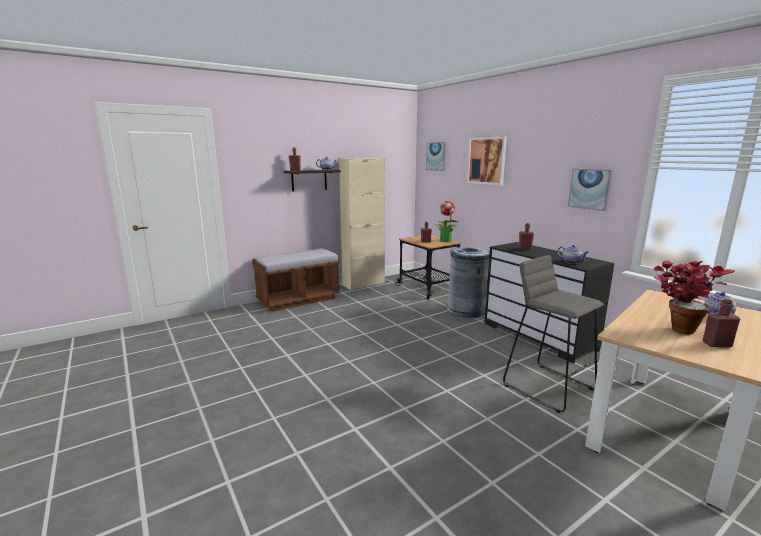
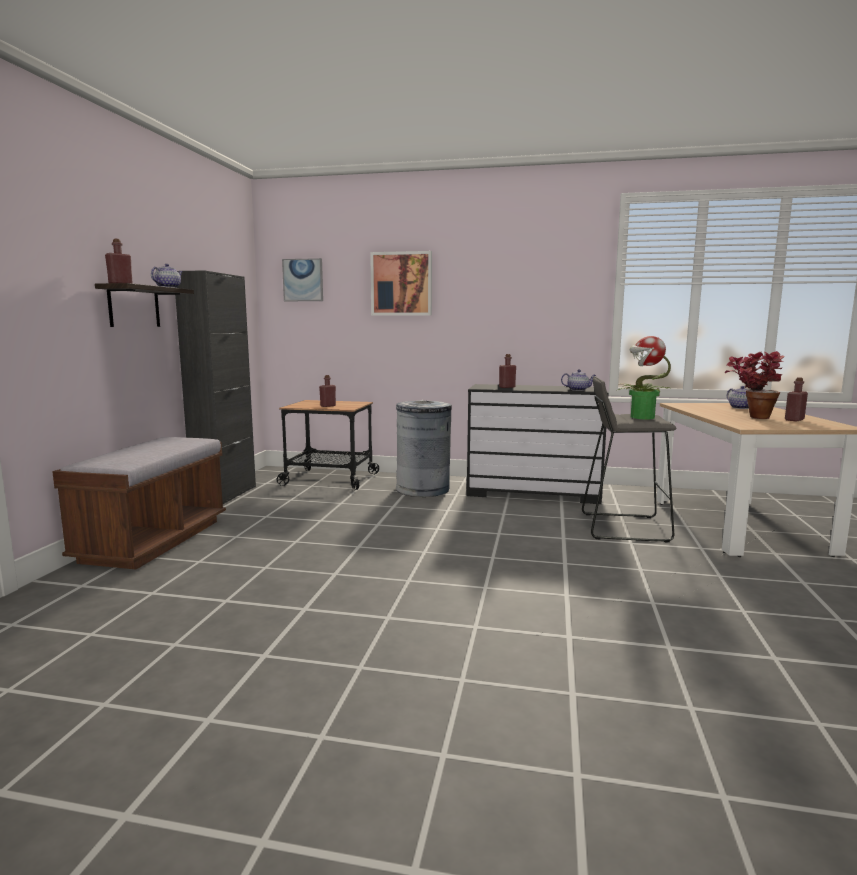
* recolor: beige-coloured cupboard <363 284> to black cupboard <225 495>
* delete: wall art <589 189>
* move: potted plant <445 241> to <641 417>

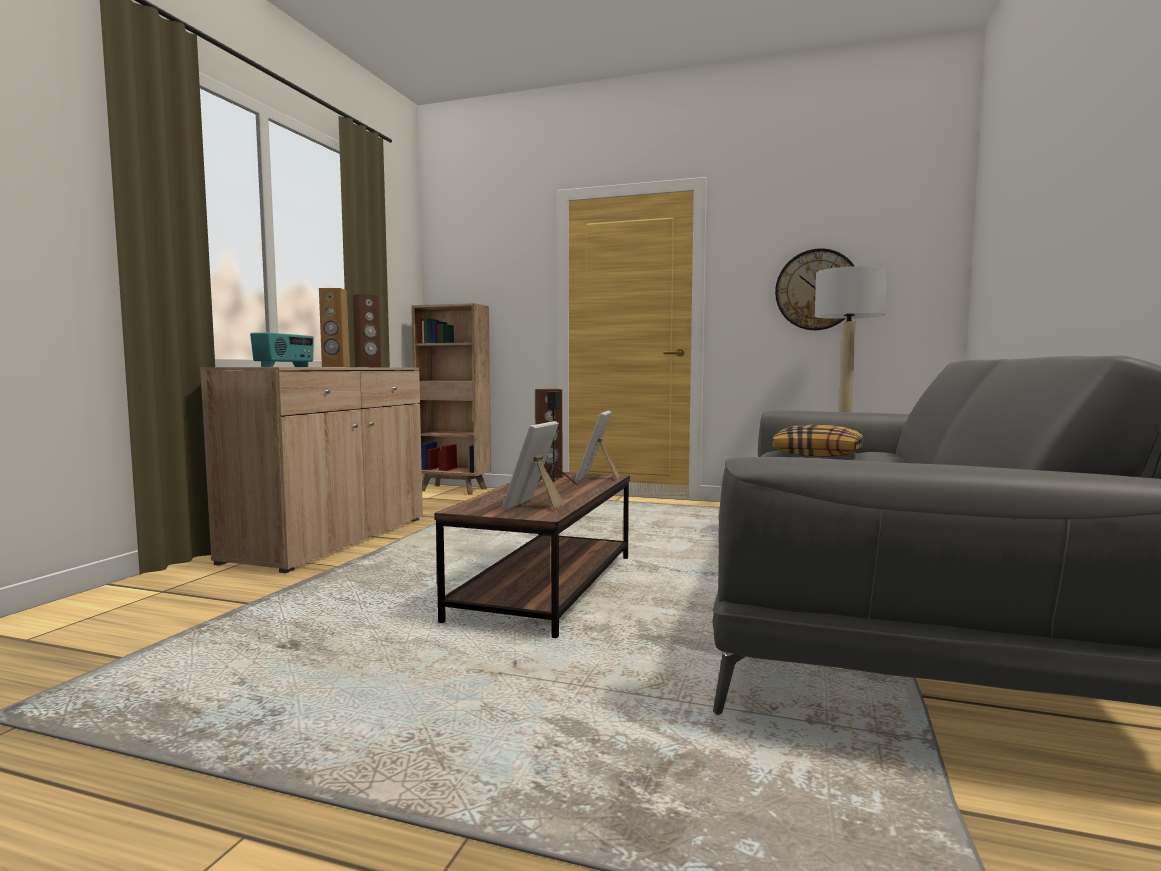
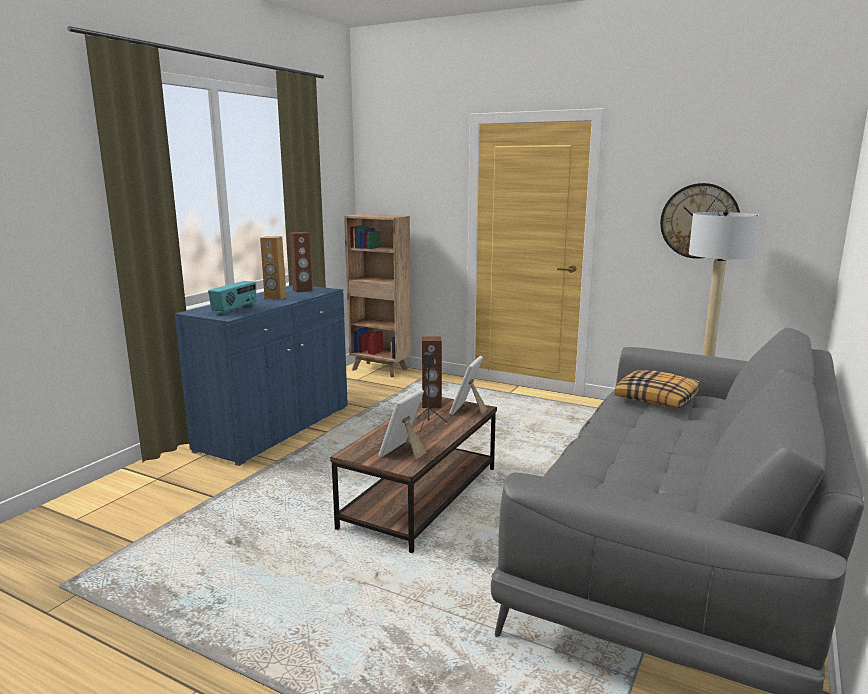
* recolor: beige-coloured cupboard <331 539> to blue cupboard <275 428>

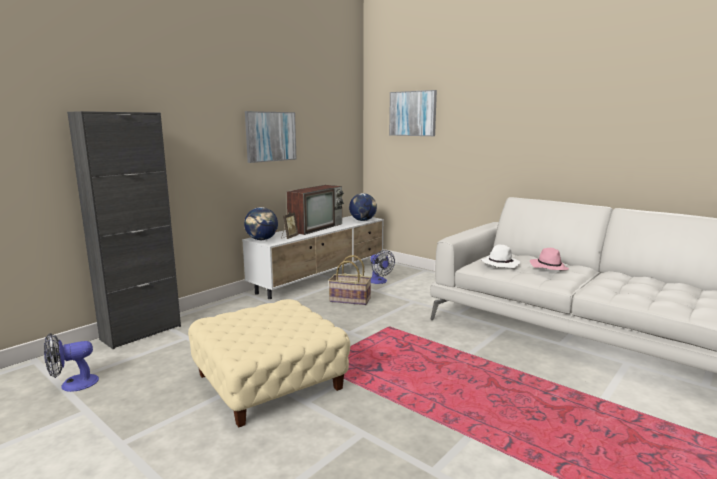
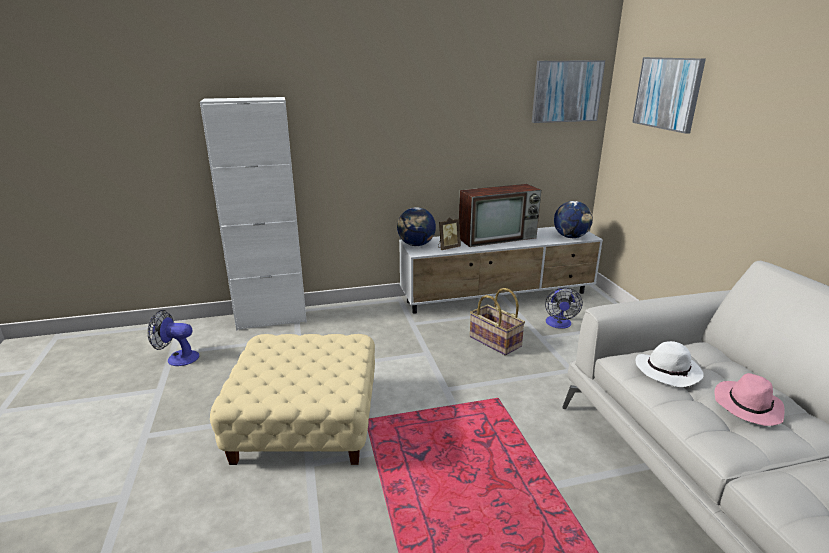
* recolor: black cupboard <141 333> to white-coloured cupboard <272 319>
* move: wall art <270 136> to <566 91>

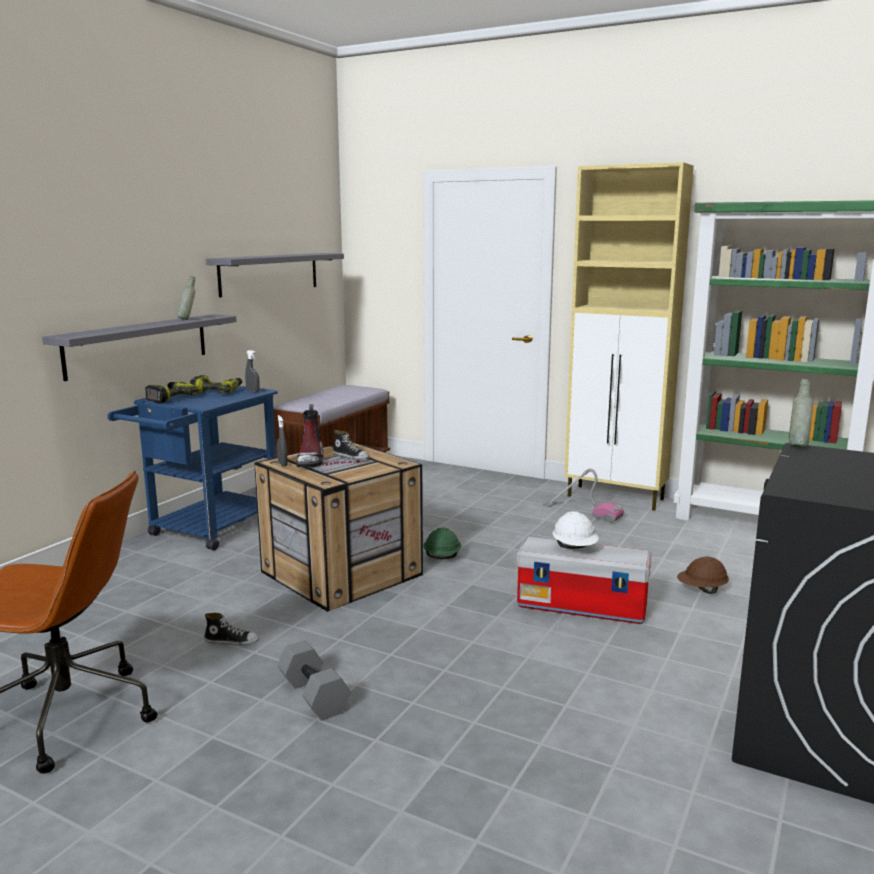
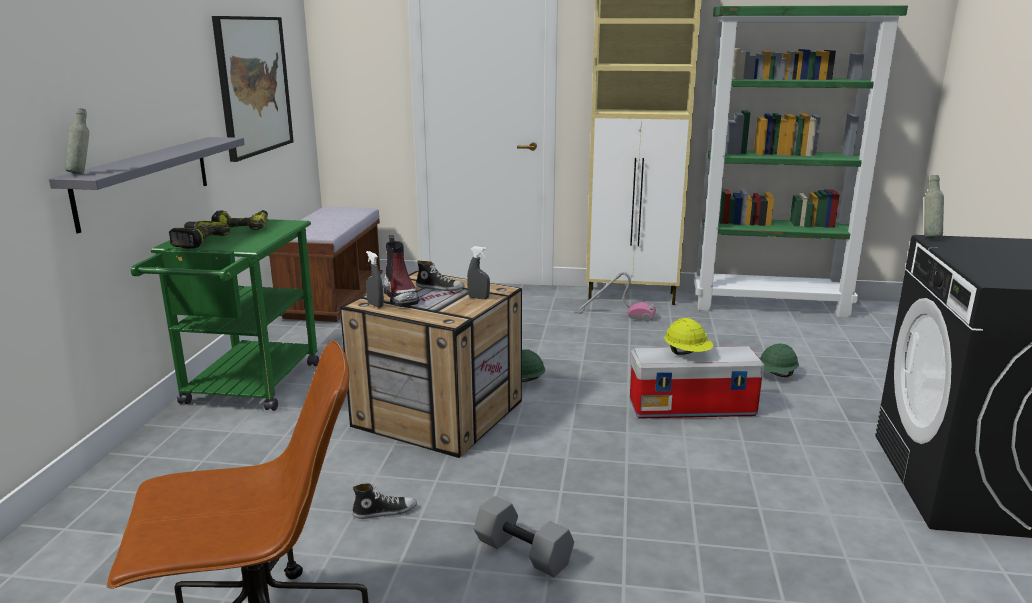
* replace: gray shelf <270 273> to wall art <253 85>
* move: gray drink bottle <188 319> to <82 173>
* move: gray sprayer <253 391> to <478 298>
* recolor: blue cart <207 531> to green-coloured cart <247 389>
* recolor: white-coloured safety helmet <575 548> to yellow safety helmet <687 354>
* recolor: brown safety helmet <701 590> to green-coloured safety helmet <775 375>

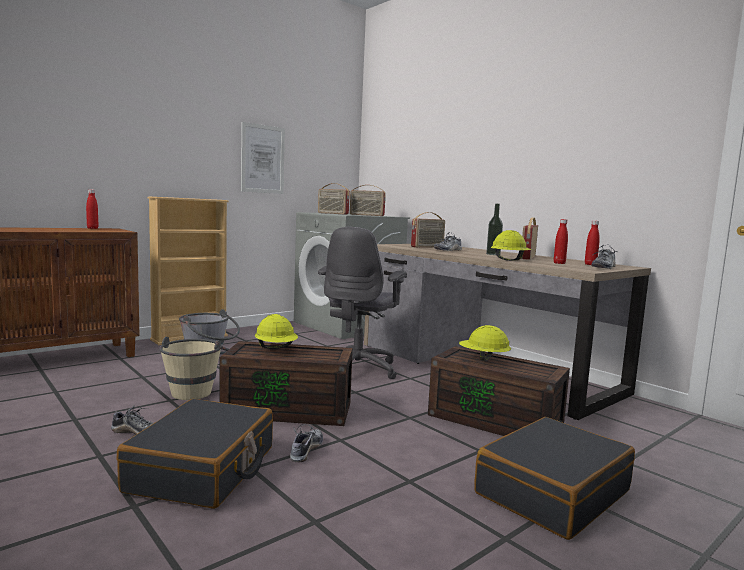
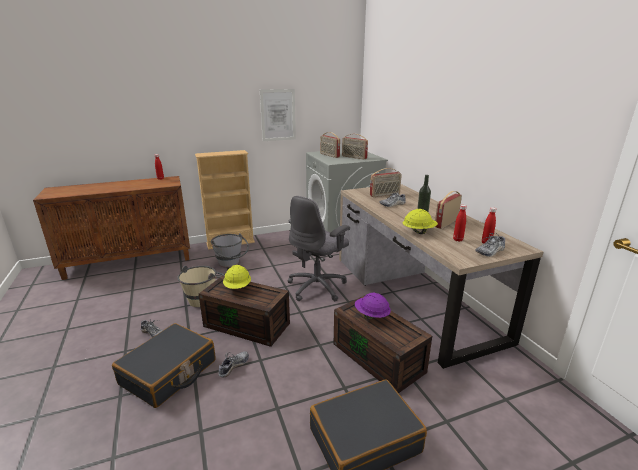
* recolor: yellow safety helmet <483 359> to purple-coloured safety helmet <371 315>

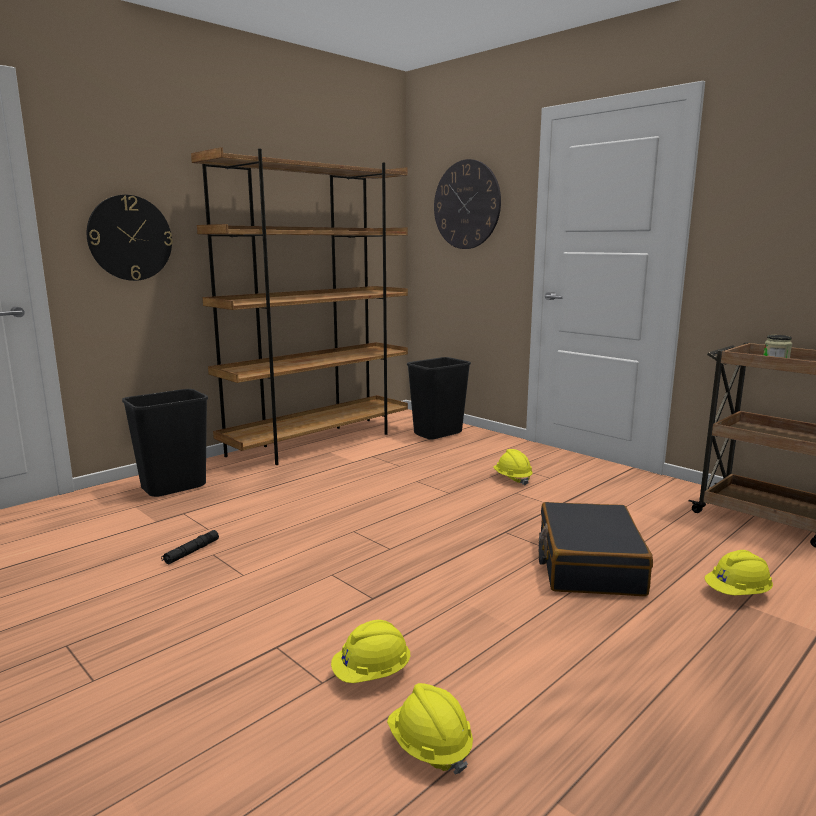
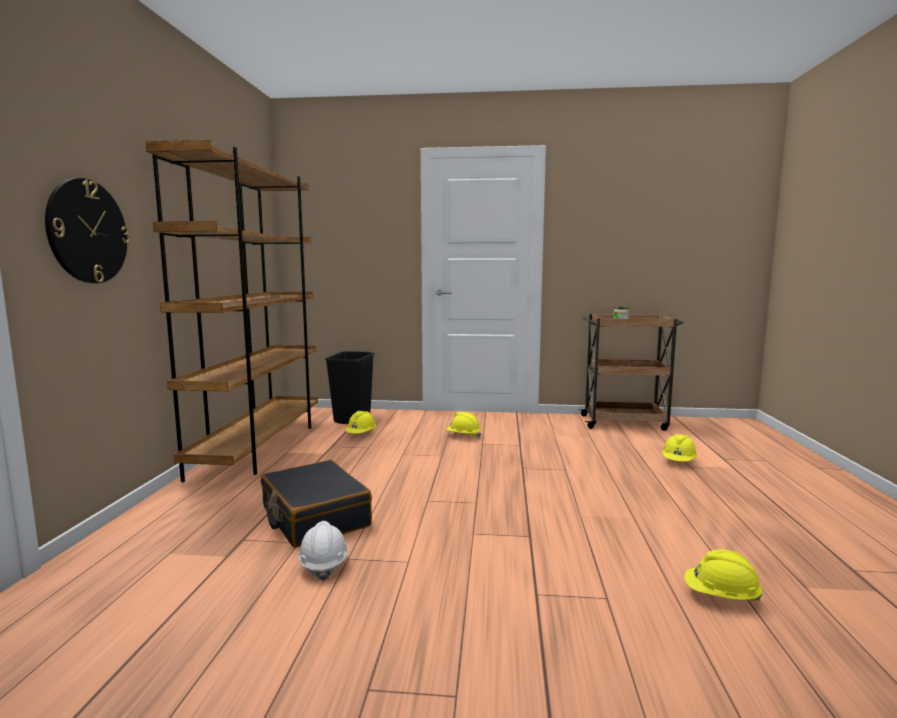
* delete: wall clock <466 205>
* delete: black rubbish bin <174 487>
* move: black travel case <588 564> to <314 517>
* replace: black flashlight <191 552> to white-coloured safety helmet <323 565>
* move: yellow safety helmet <371 674> to <361 434>

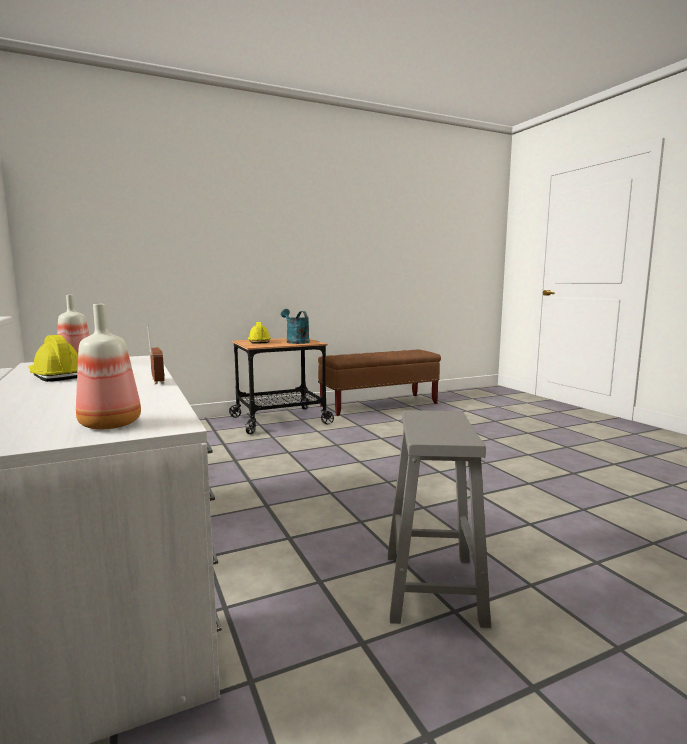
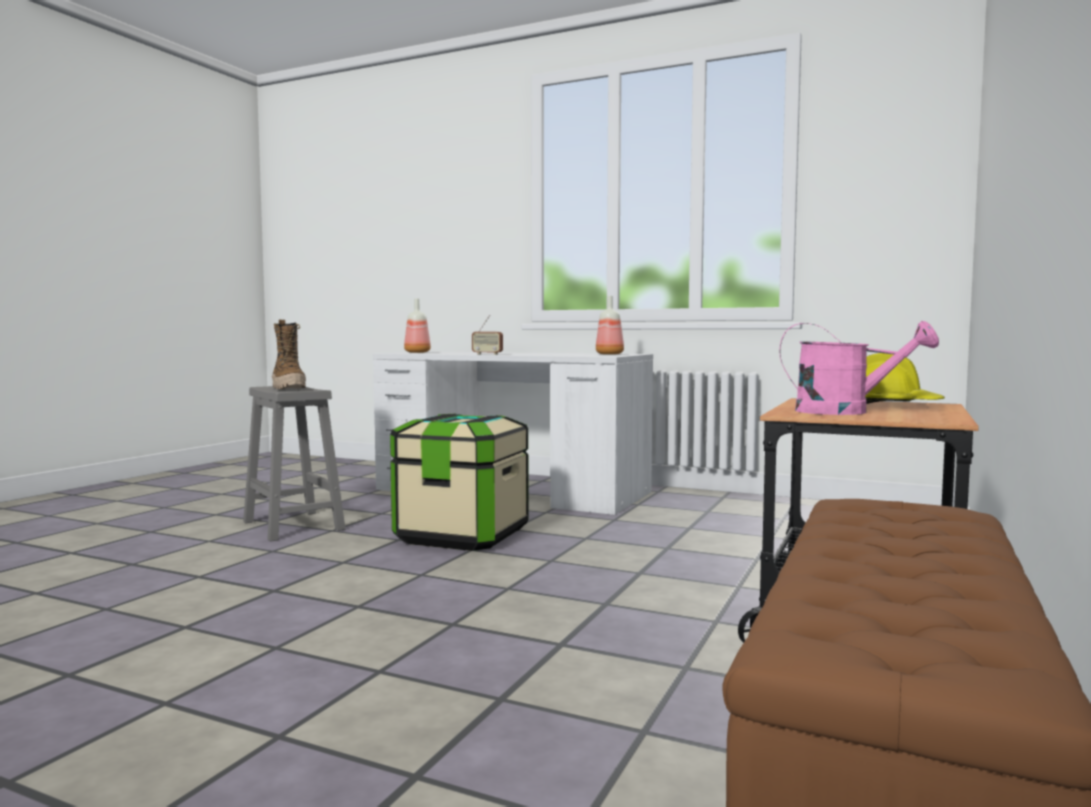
* recolor: blue-green sprinkling can <295 341> to pink sprinkling can <845 412>
* delete: yellow safety helmet <56 376>
* insert: boot <288 388>
* insert: storage container <462 535>

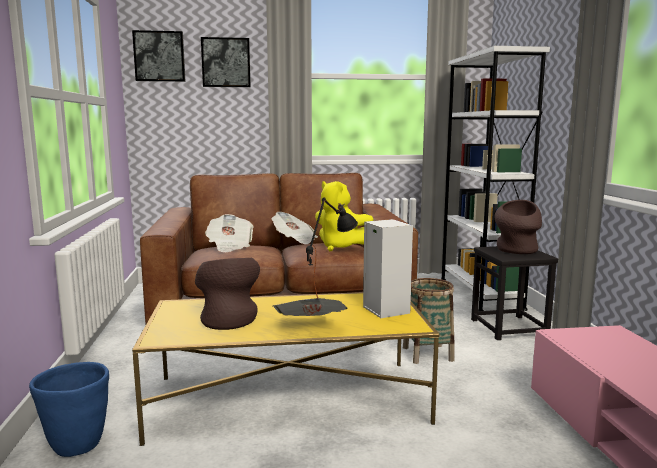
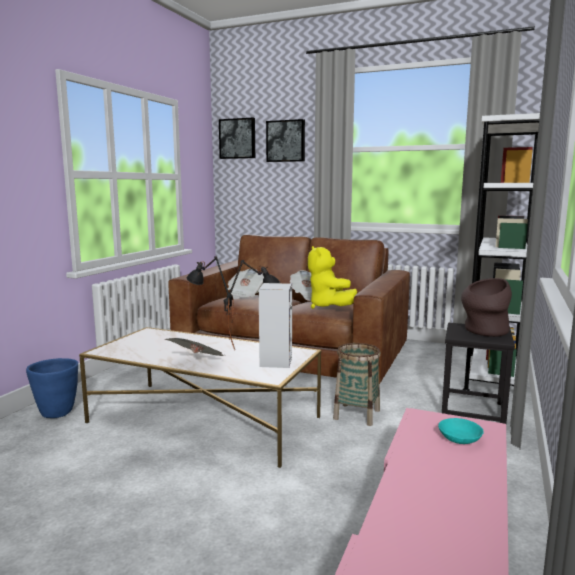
* delete: brown vase <228 319>
* recolor: yellow coffee table <289 399> to white-coloured coffee table <204 419>
* insert: black table lamp <211 338>
* insert: blue-green serving bowl <458 438>

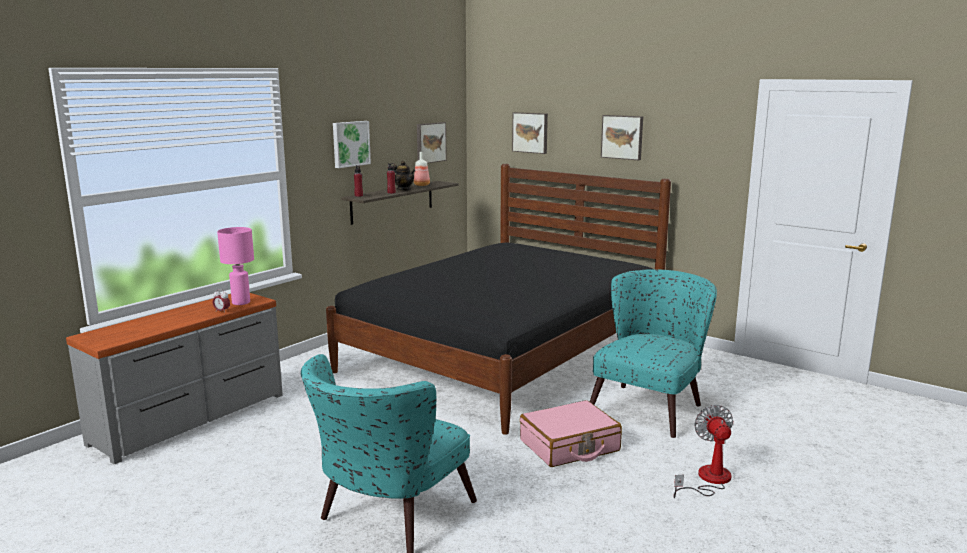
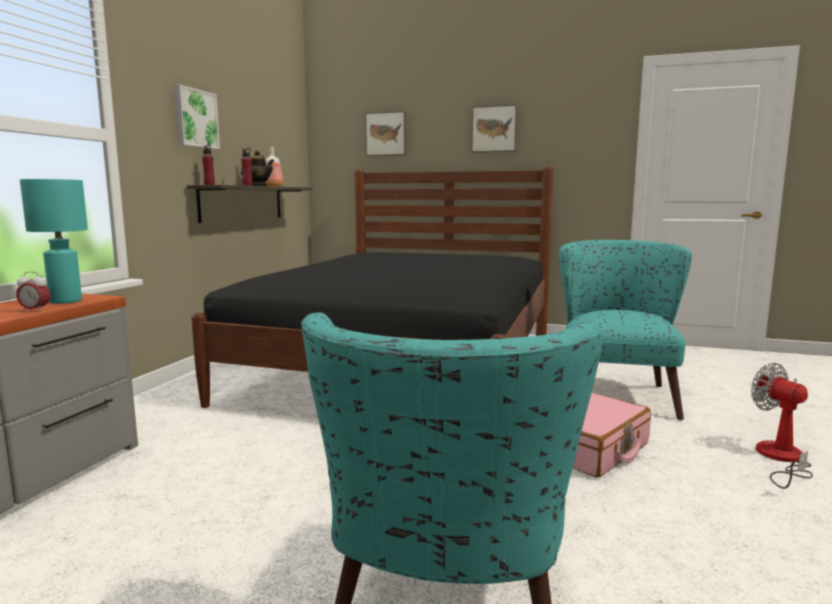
* delete: wall art <430 142>
* recolor: pink table lamp <240 303> to blue-green table lamp <65 301>

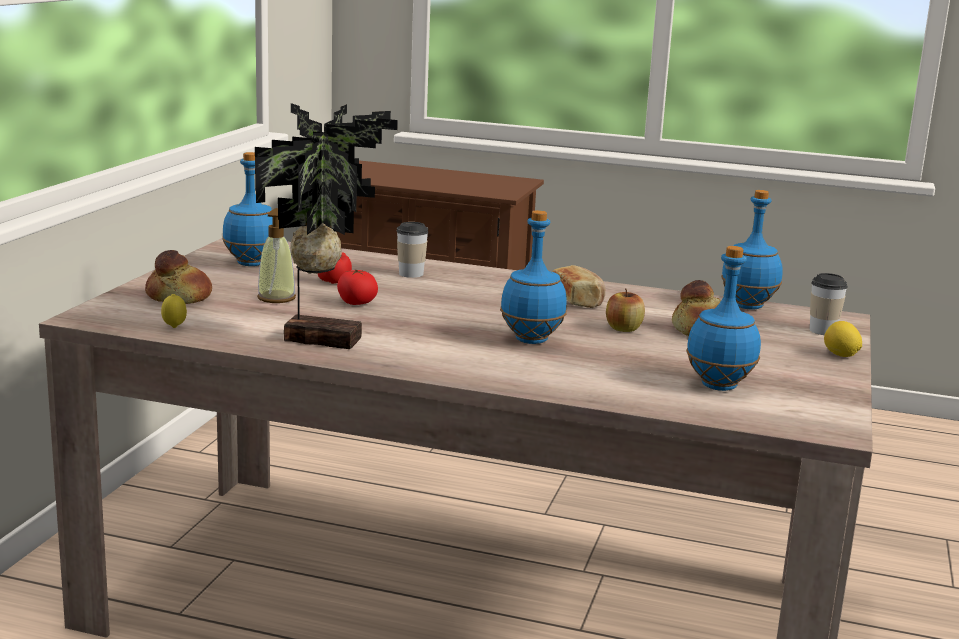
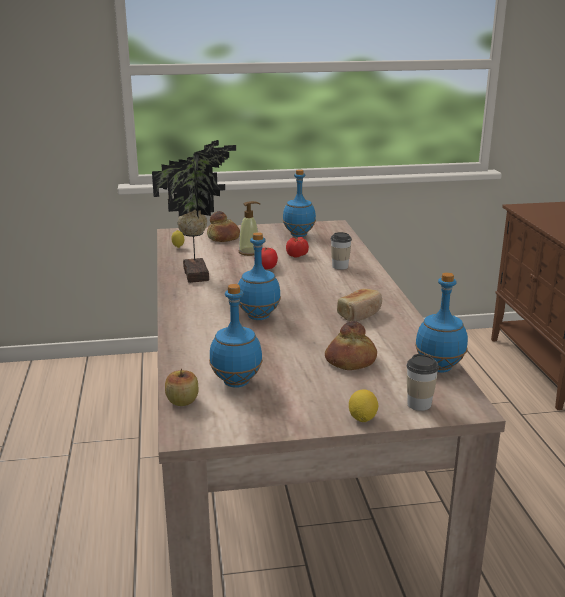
* move: whole apple <623 329> to <182 401>

